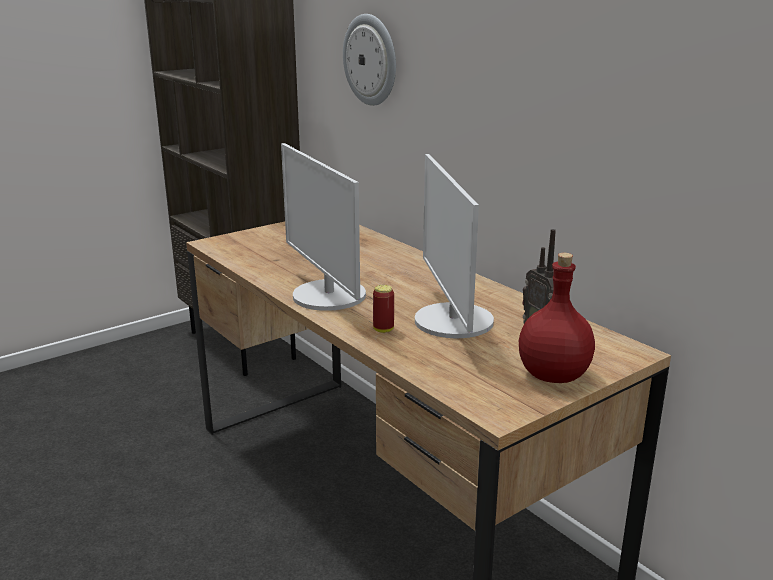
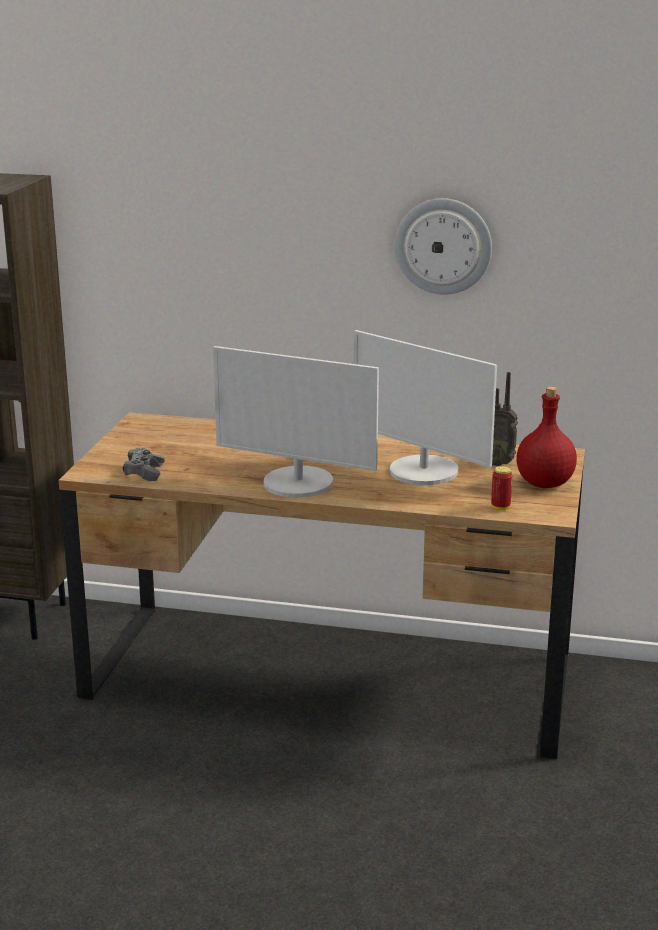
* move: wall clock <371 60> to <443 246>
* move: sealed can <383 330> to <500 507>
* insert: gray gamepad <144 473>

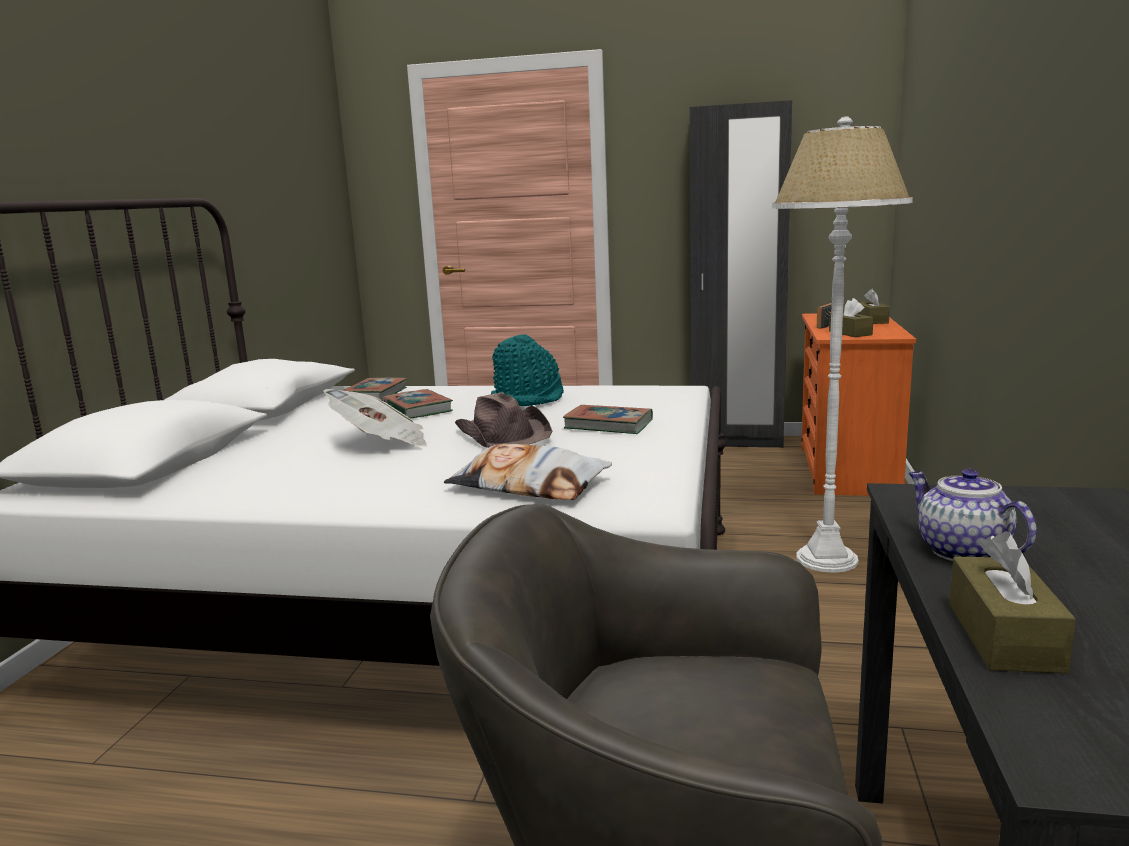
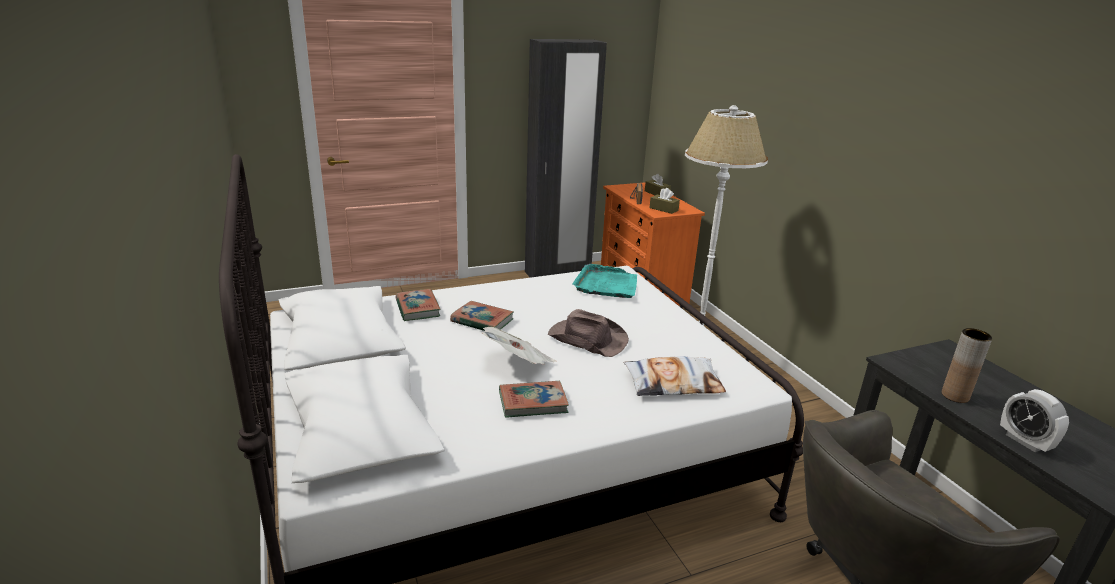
* delete: blue-green hat <528 399>
* move: book <608 425> to <533 403>
* replace: tea pot <960 551> to brown vase <955 396>
* replace: brown tissue holder <1004 636> to bedside clock <1024 441>
* insert: blue-green carrying tray <606 285>

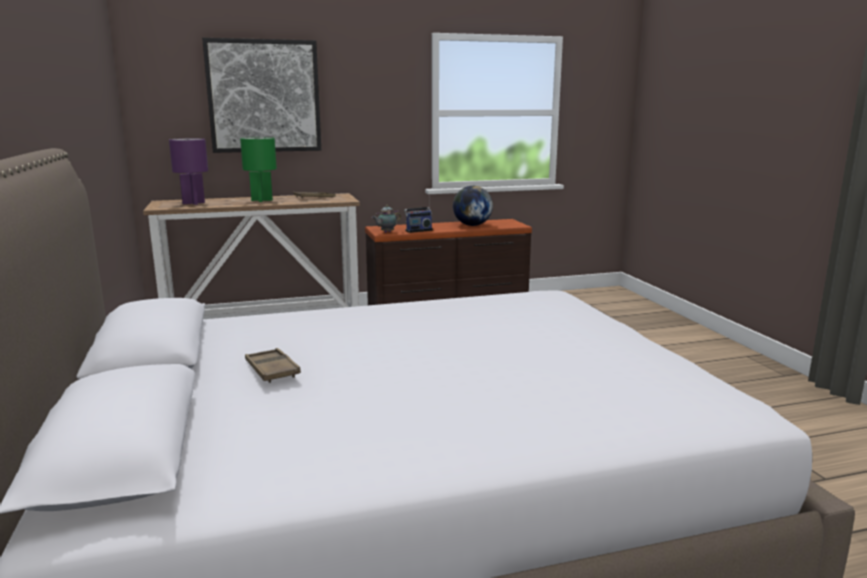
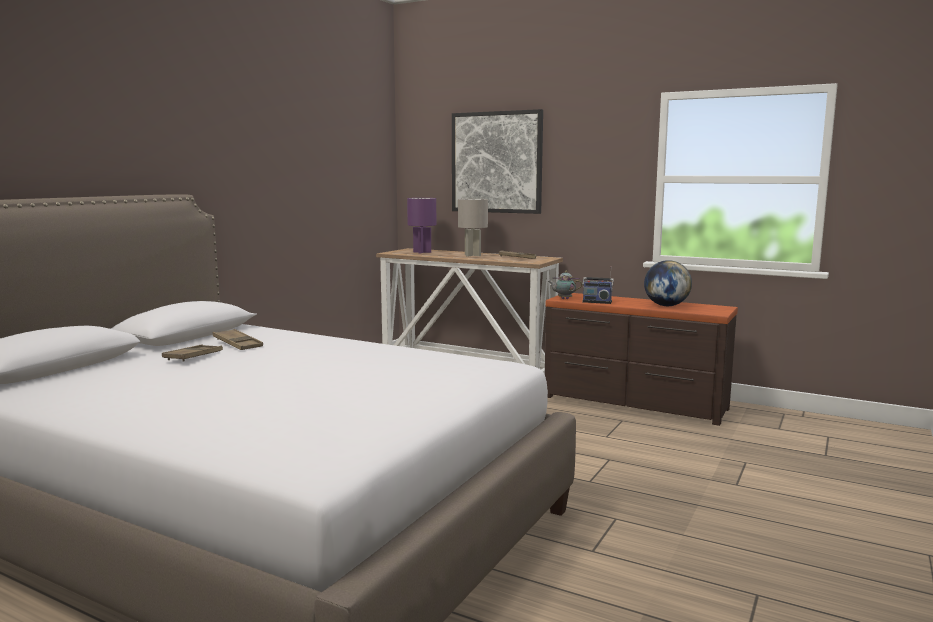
* recolor: green-coloured table lamp <261 200> to gray table lamp <472 255>
* insert: brown carrying tray <237 344>

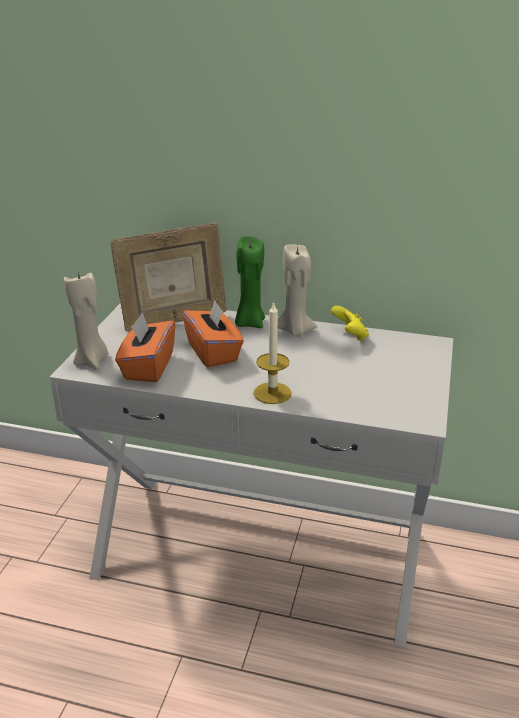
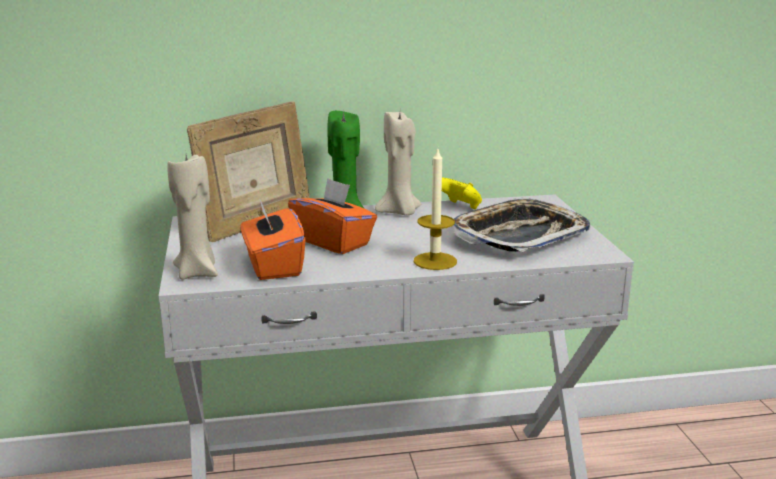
* insert: carrying tray <519 235>

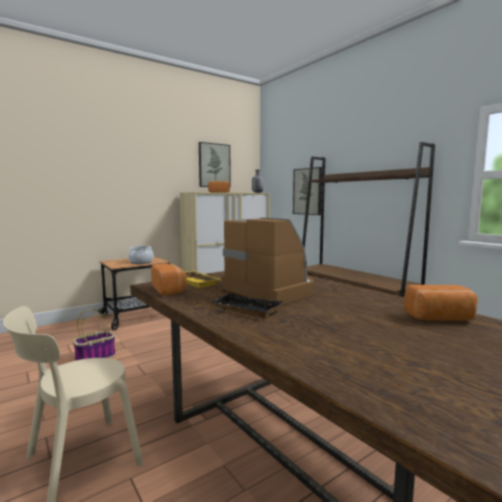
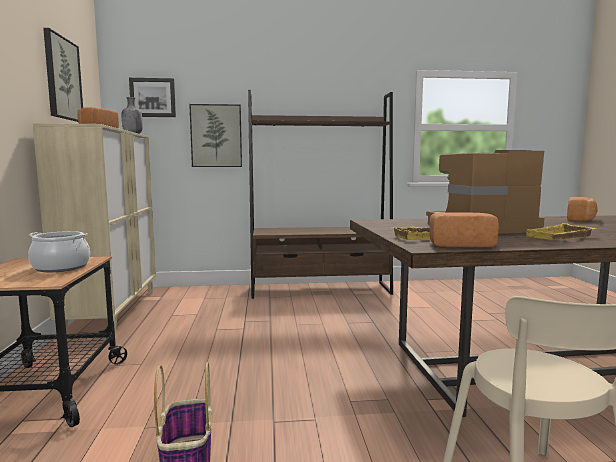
* recolor: black carrying tray <244 310> to yellow carrying tray <560 237>
* insert: wall art <153 97>

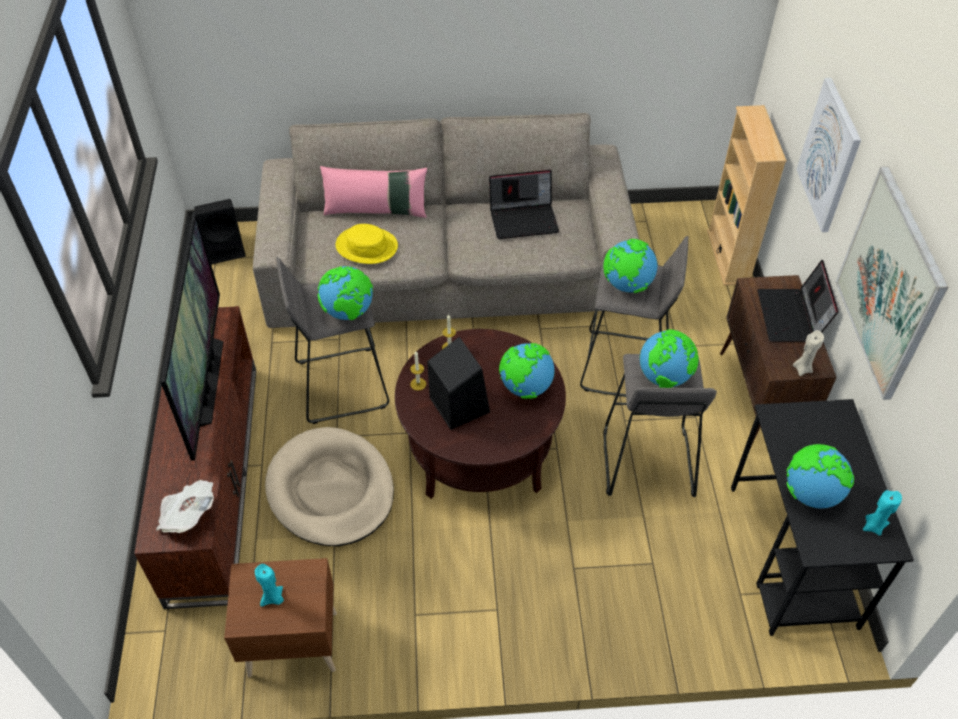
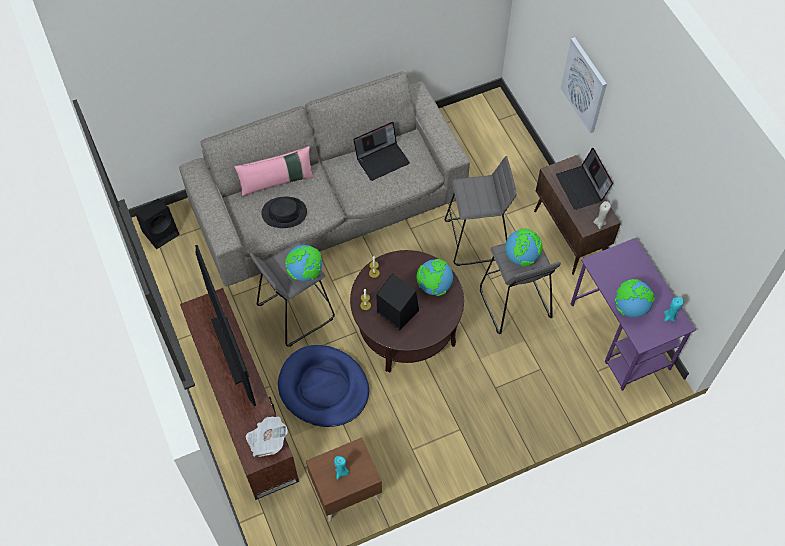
* delete: beige-coloured bookshelf <728 257>
* delete: wall art <889 284>
* recolor: yellow hat <367 246> to black hat <284 213>
* delete: desk globe <627 285>
* recolor: black desk <792 556> to purple-coloured desk <620 337>
* recolor: beige-coloured pet bed <331 490> to blue pet bed <323 388>

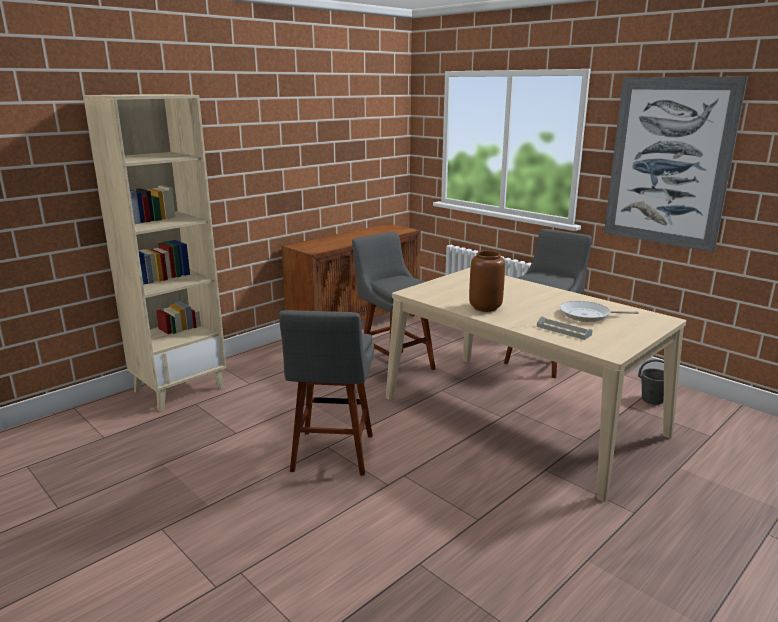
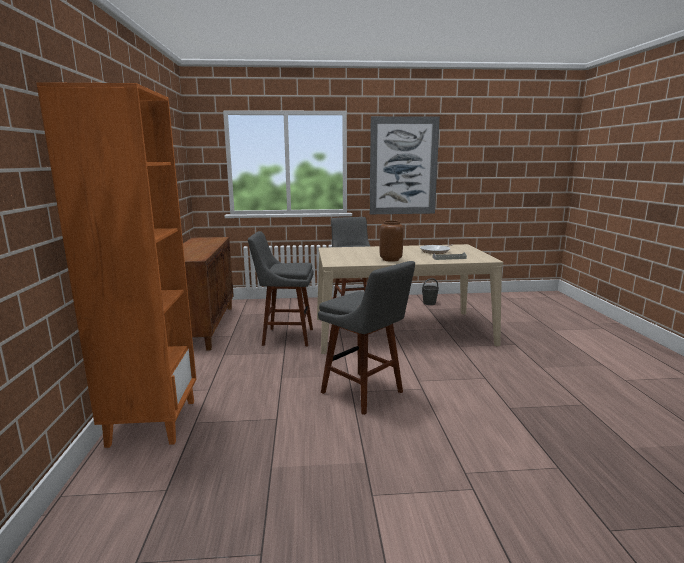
* recolor: beige-coloured bookshelf <180 389> to orange bookshelf <152 422>

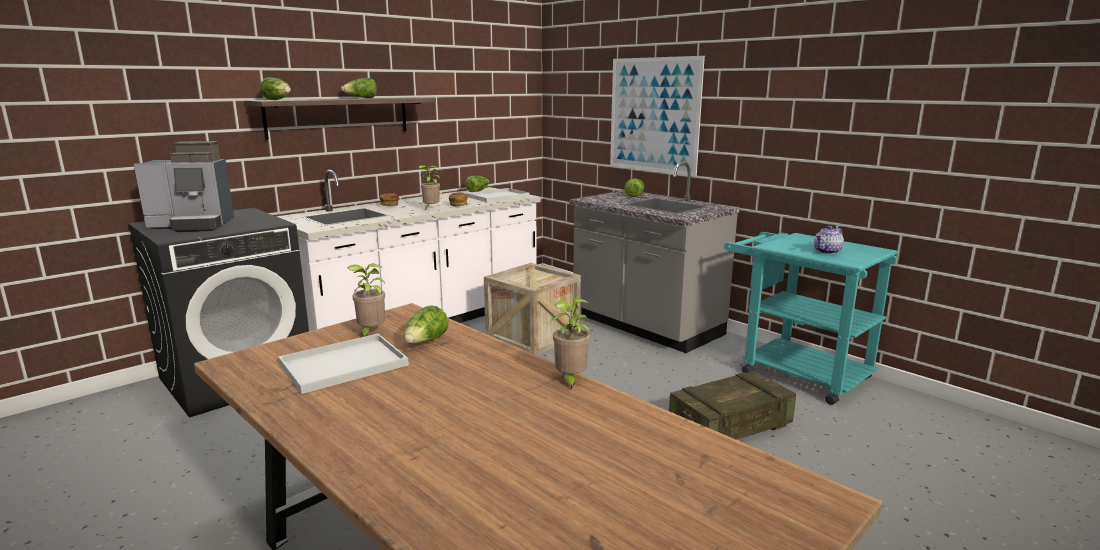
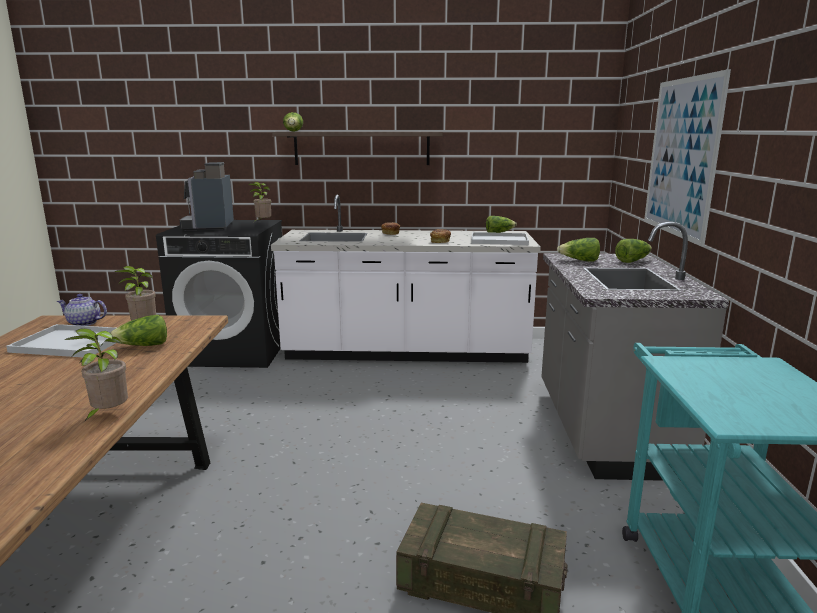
* move: lettuce <361 98> to <579 261>
* rotate: coffee machine <193 226> = <210 226> 45 degrees clockwise
* move: potted plant <430 209> to <262 223>
* move: tea pot <827 252> to <84 323>
* delete: crate <532 336>

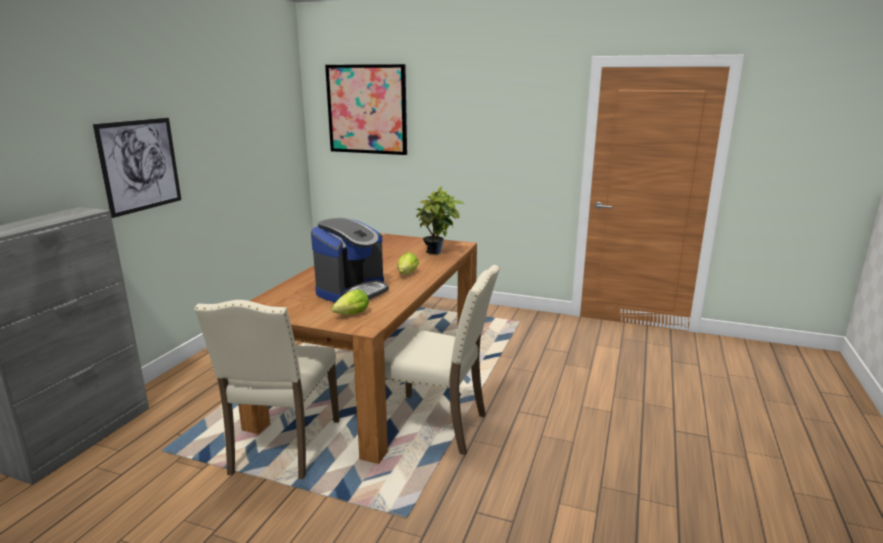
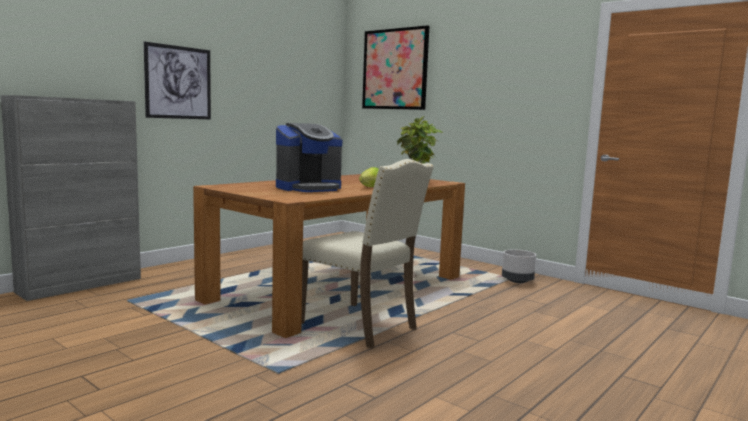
* delete: lettuce <350 315>
* delete: beige-coloured upright chair <282 447>
* insert: gray flower pot <517 281>

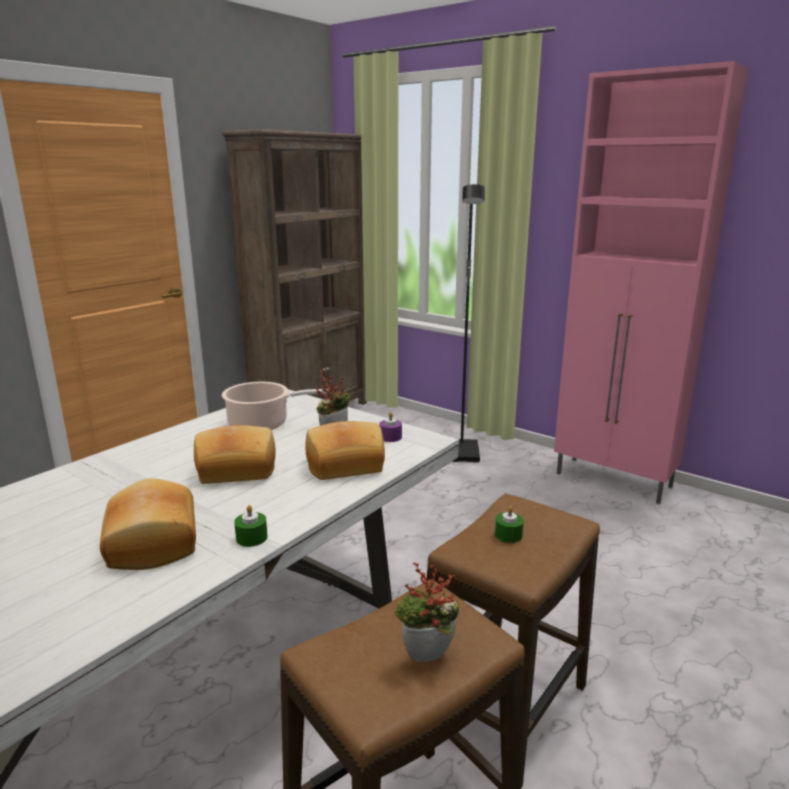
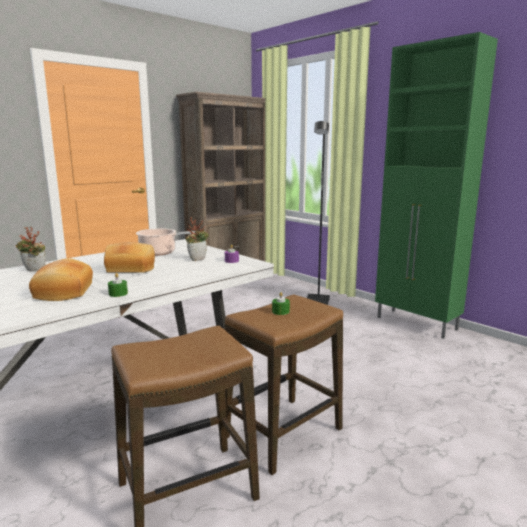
* recolor: pink cupboard <614 481> to green-coloured cupboard <417 324>
* delete: bread <344 464>
* move: potted plant <427 660> to <33 271>

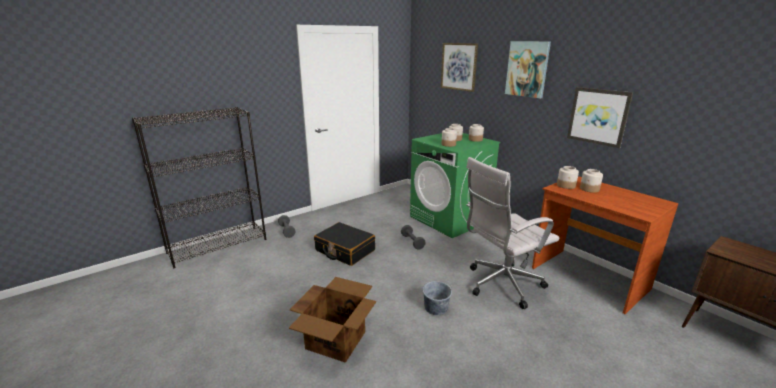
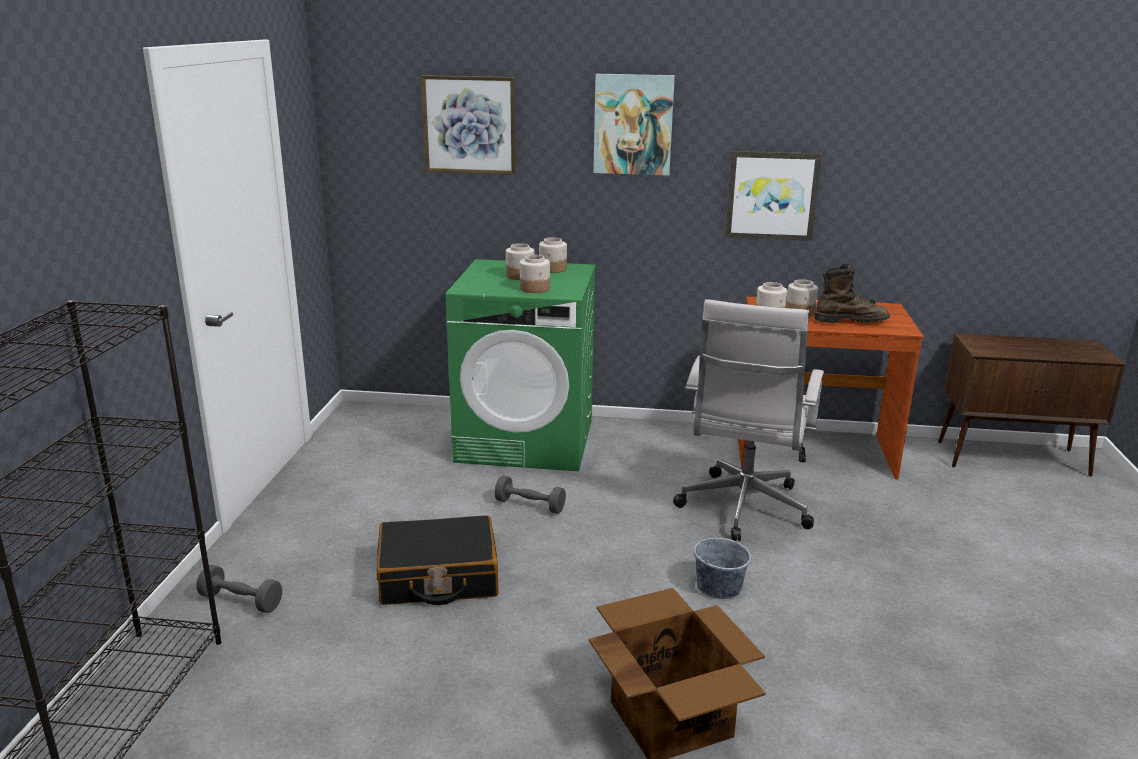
* insert: brown boot <850 321>

